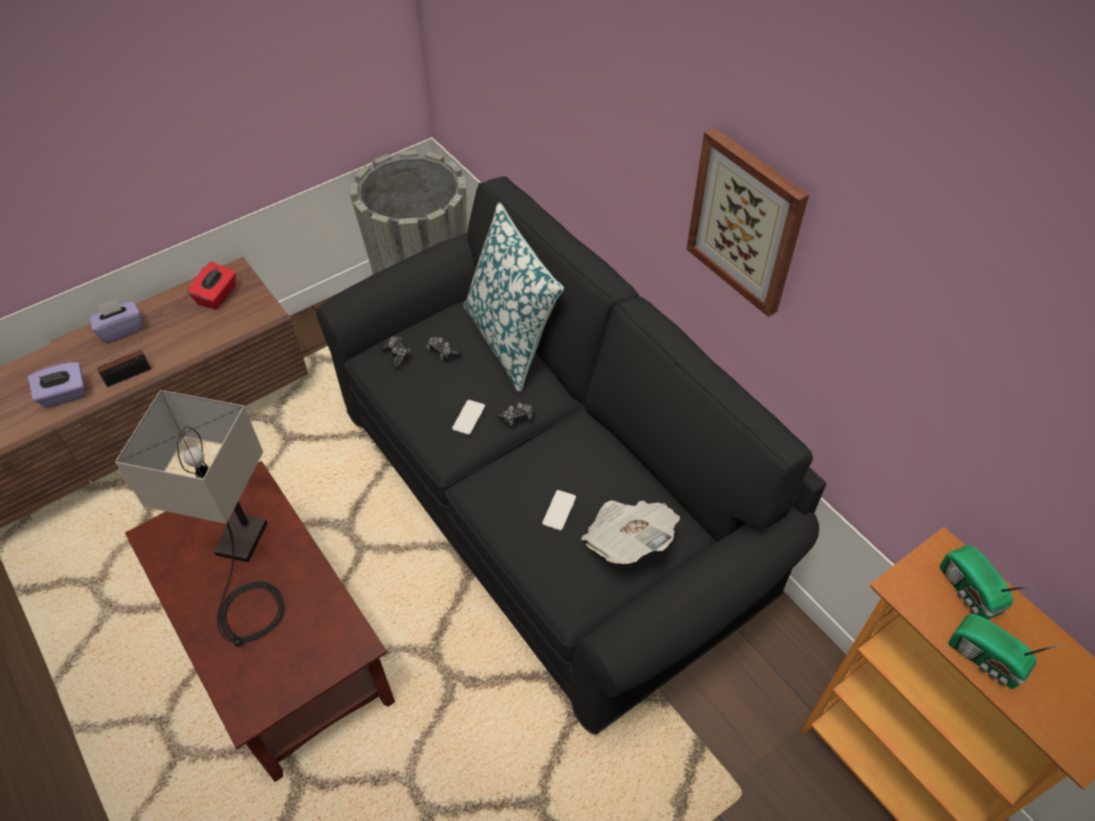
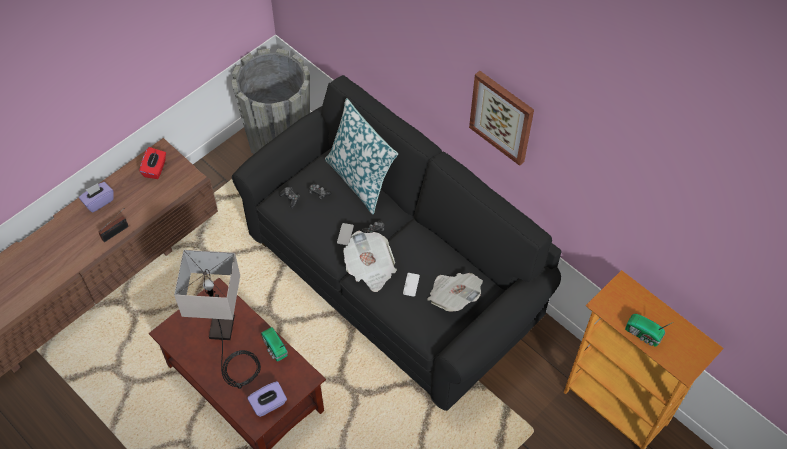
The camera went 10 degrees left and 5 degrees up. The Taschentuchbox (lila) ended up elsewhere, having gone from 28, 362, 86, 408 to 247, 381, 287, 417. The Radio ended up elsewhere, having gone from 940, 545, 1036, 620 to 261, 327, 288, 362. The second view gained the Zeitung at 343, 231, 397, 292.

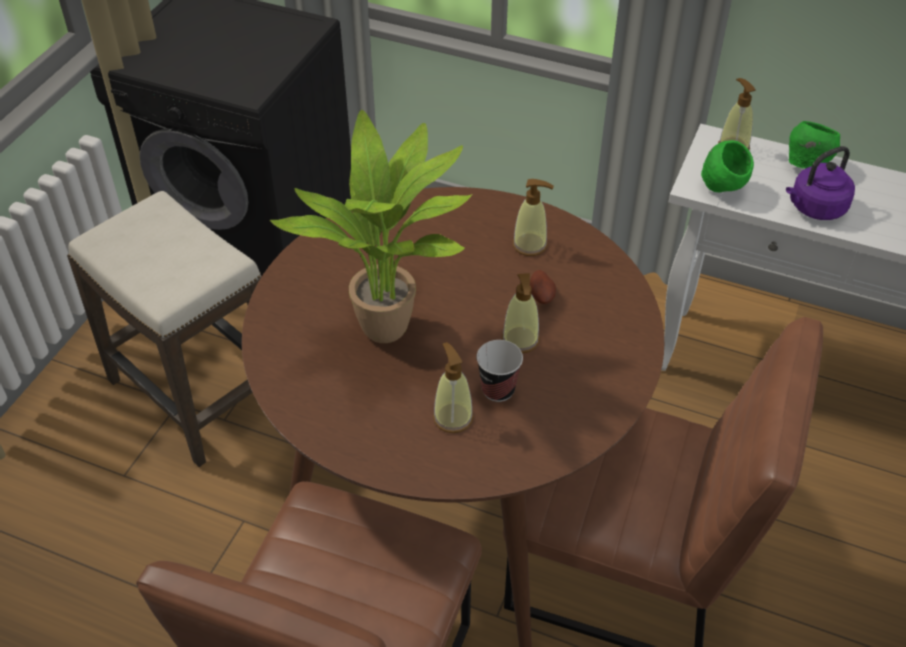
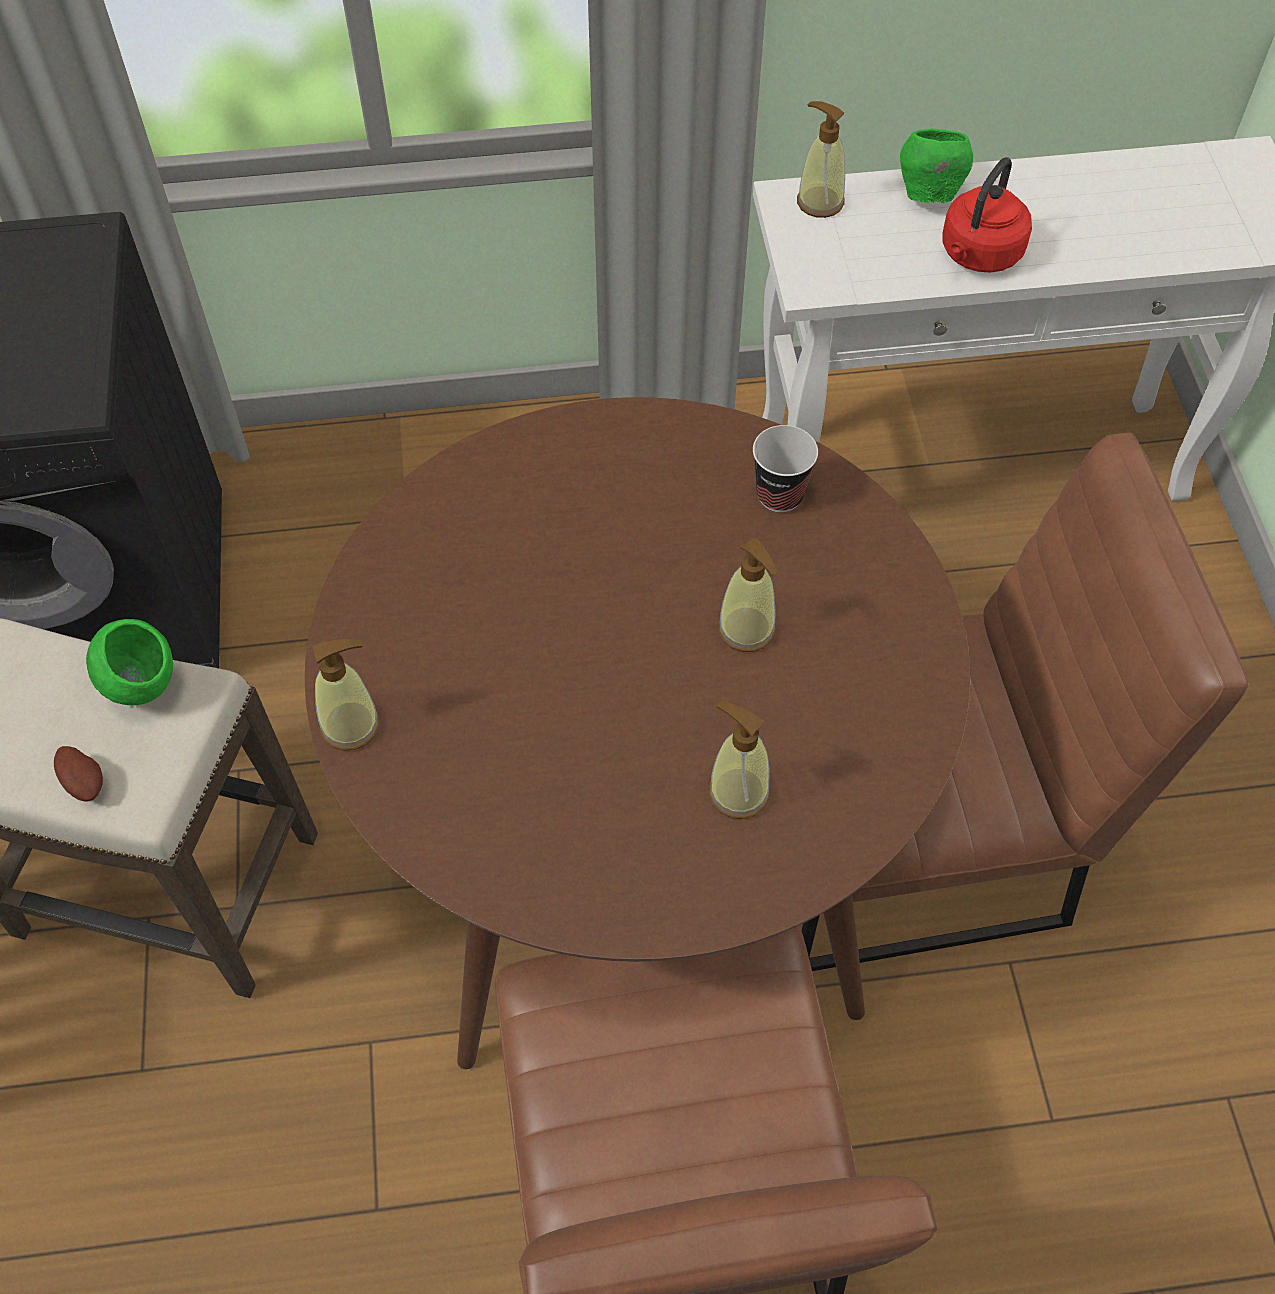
The camera went 30 degrees left and 10 degrees up. The second view lost the Topfpflanze at 270, 110, 473, 343. The Schüssel (grün) ended up elsewhere, having gone from 701, 140, 754, 192 to 86, 619, 173, 705. What was the Wasserkessel (lila) at 786, 146, 855, 220 turned into the Wasserkessel (rot) at 942, 157, 1032, 273. The Seifenspender ended up elsewhere, having gone from 513, 179, 554, 256 to 313, 639, 380, 751. The Kartoffel ended up elsewhere, having gone from 530, 270, 556, 304 to 54, 746, 103, 801. The Tasse ended up elsewhere, having gone from 476, 340, 523, 402 to 753, 425, 818, 512.

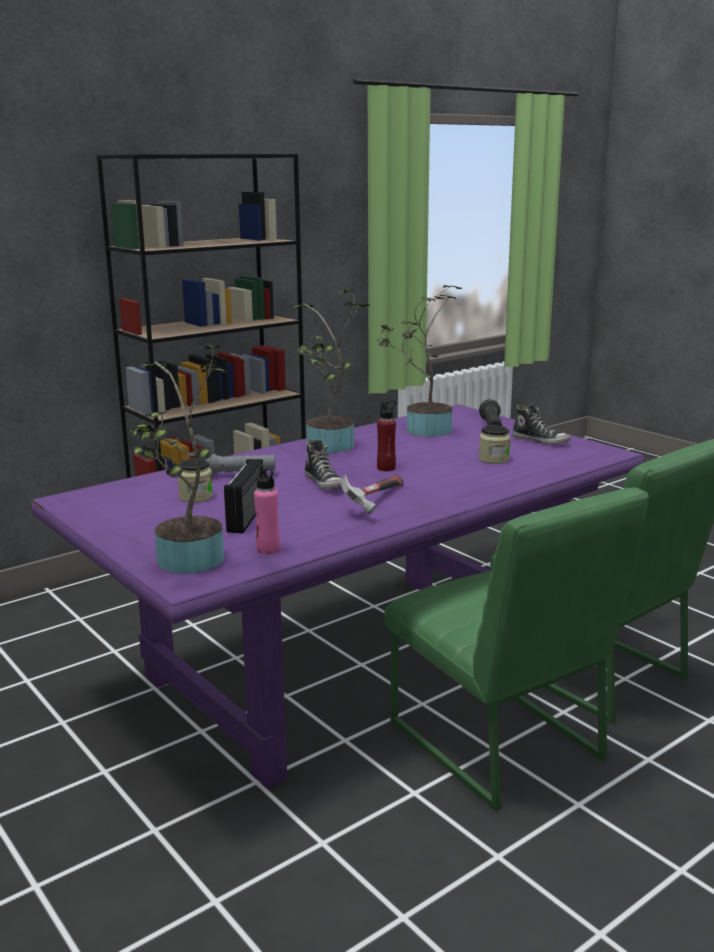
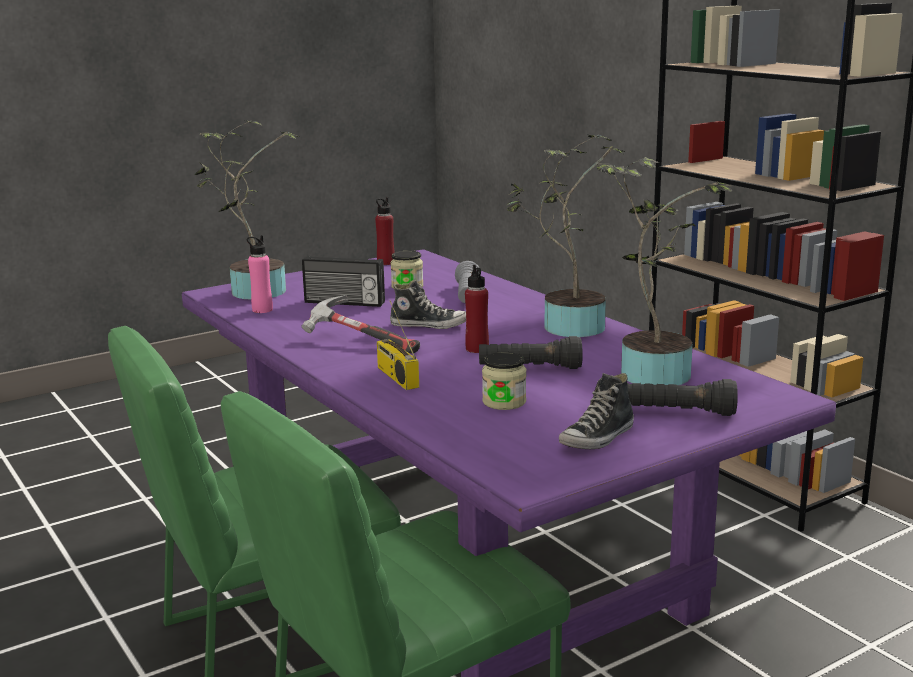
The camera went 95 degrees right and 0 degrees up. The Schuh at 305, 439, 342, 490 ended up facing another way, 150 degrees counterclockwise from before. The second view gained the Flasche (rot) at 375, 197, 395, 265. The second view gained the Radio at 377, 301, 419, 390. The second view gained the Taschenlampe (schwarz) at 479, 336, 583, 369.

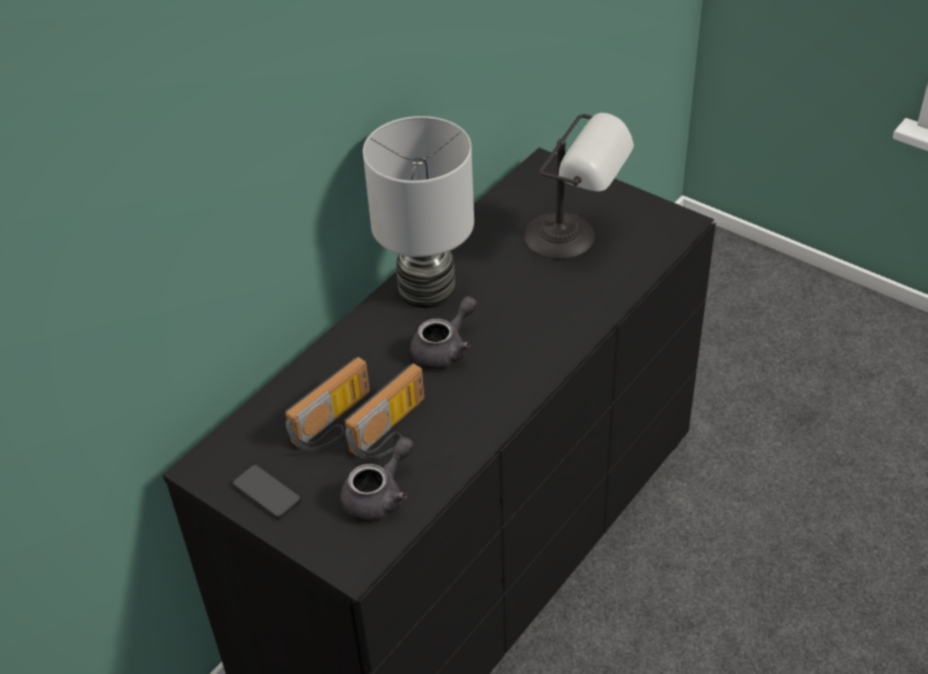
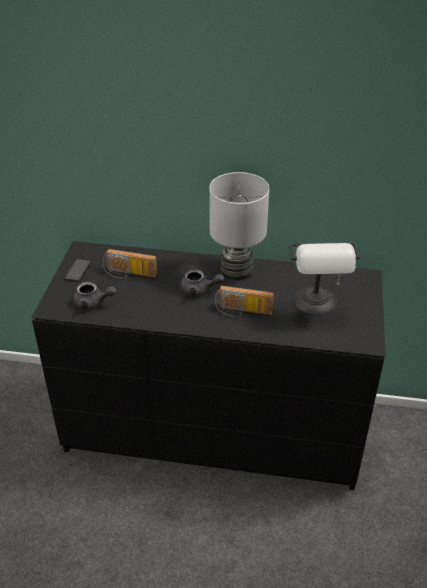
The camera went 60 degrees right and 5 degrees down. The Radio ended up elsewhere, having gone from 344, 363, 424, 460 to 215, 286, 274, 318.

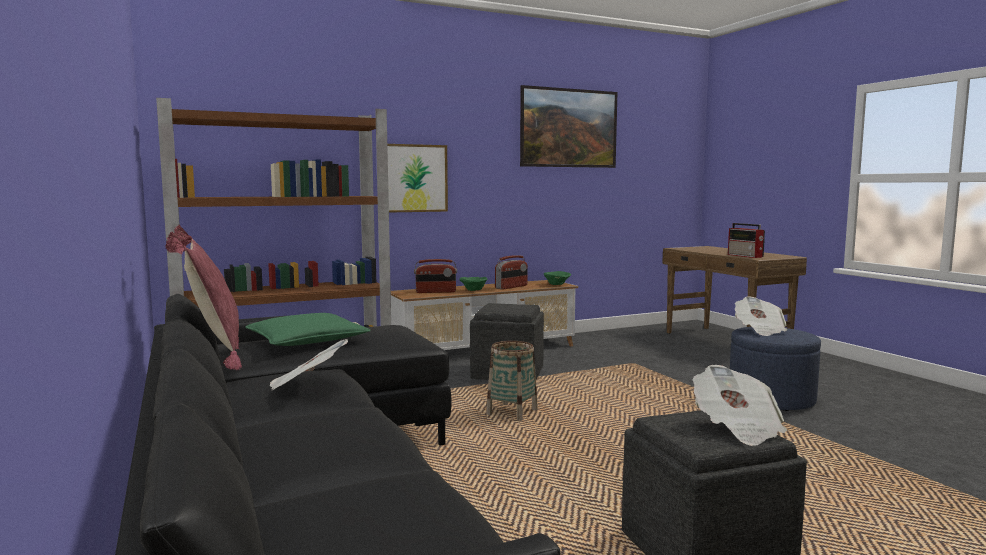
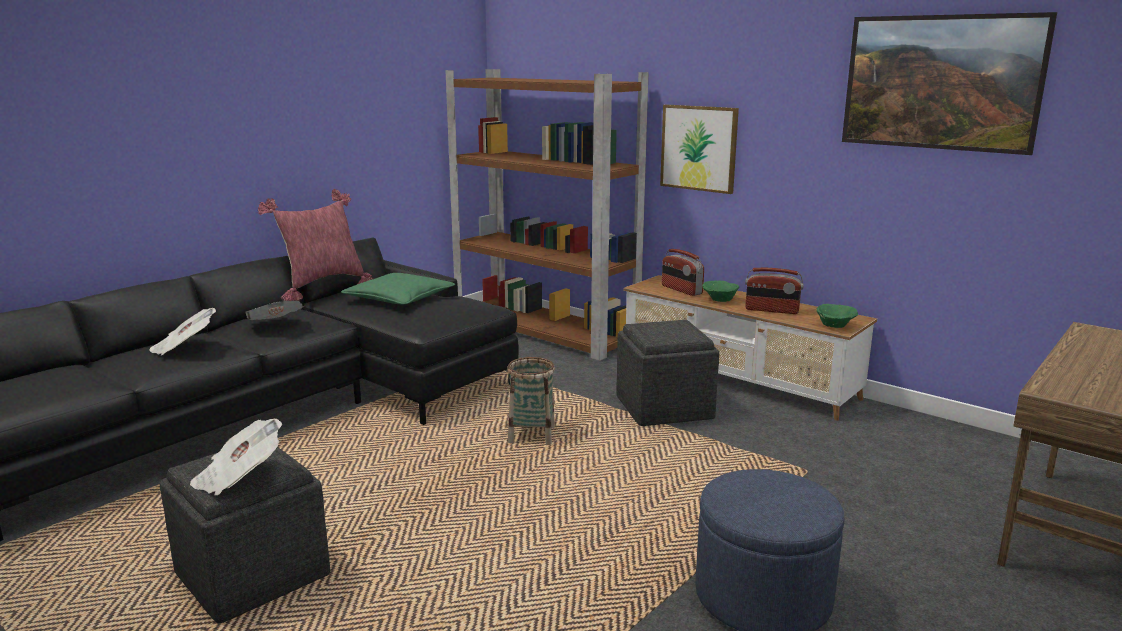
The camera went 65 degrees right and 10 degrees up. The second view lost the Radio at 728, 223, 765, 258. The Zeitung ended up elsewhere, having gone from 735, 297, 787, 336 to 149, 308, 216, 356.

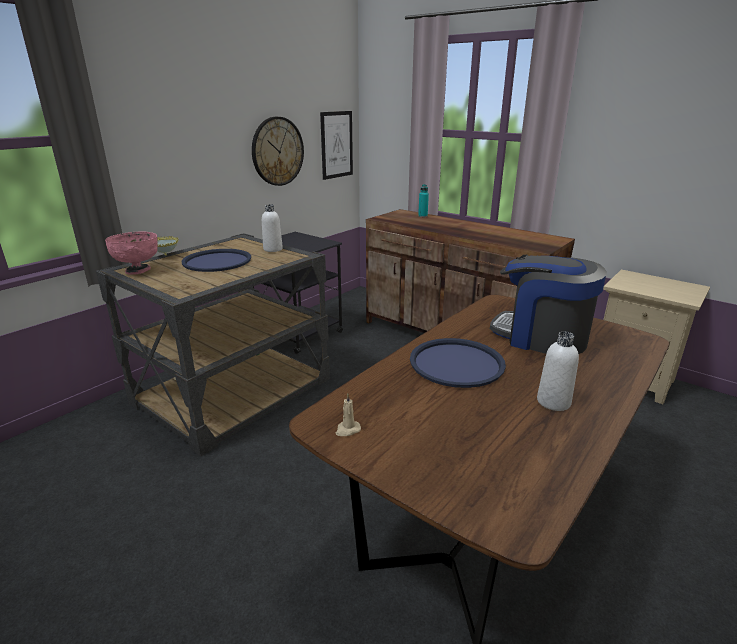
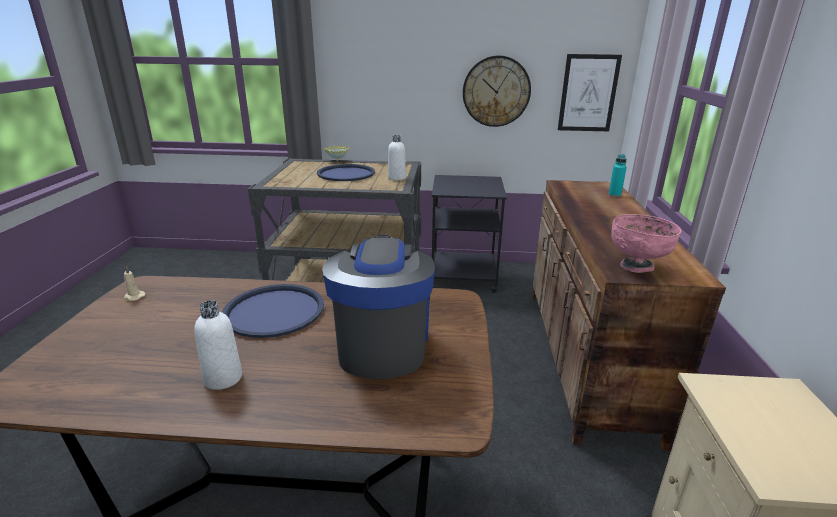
The camera went 55 degrees right and 0 degrees up. The Schüssel (rosa) ended up elsewhere, having gone from 105, 231, 158, 275 to 611, 214, 681, 273.

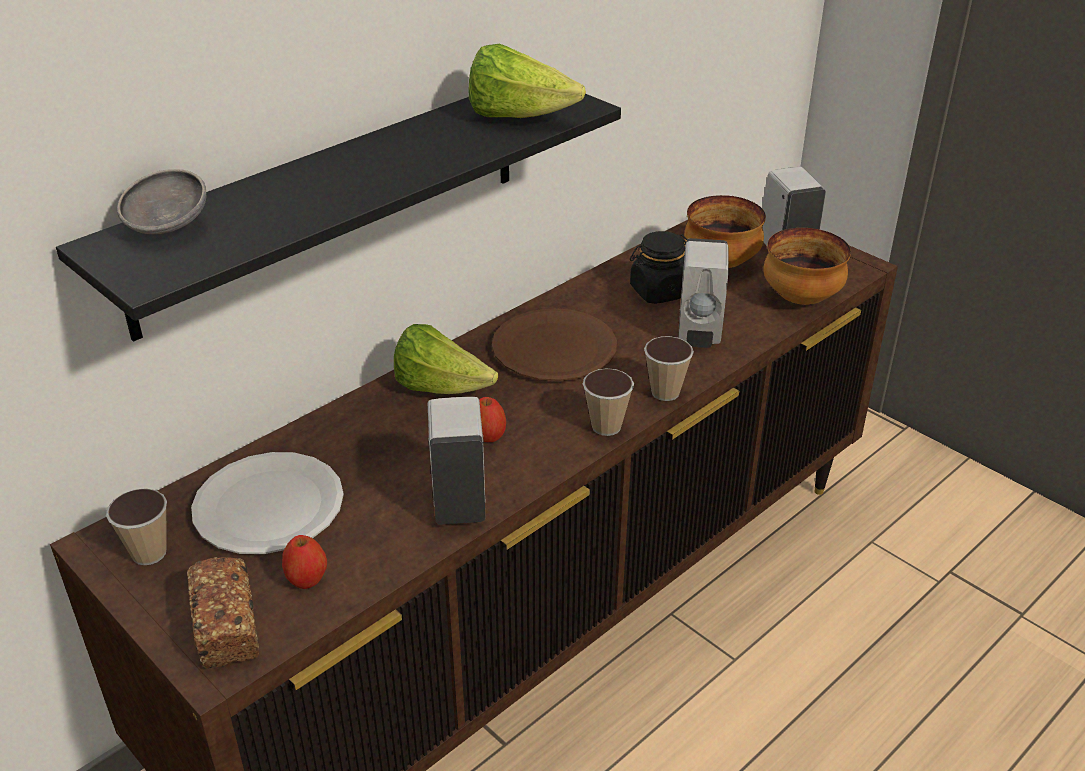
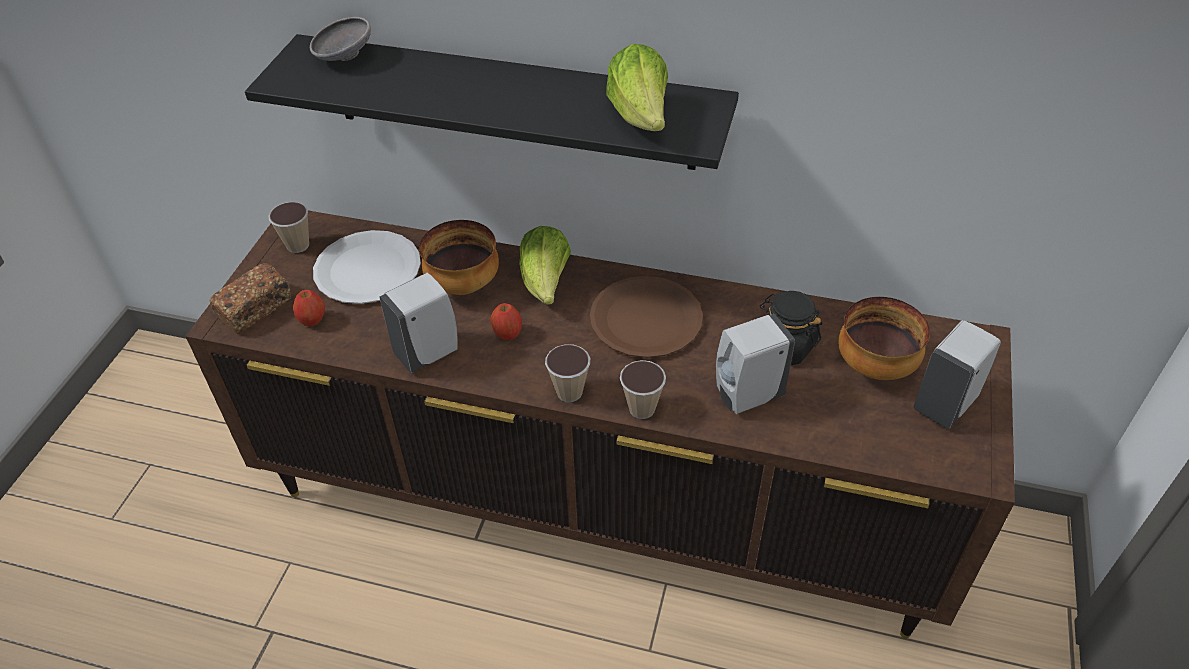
The camera went 60 degrees right and 10 degrees up. The Schüssel ended up elsewhere, having gone from 764, 228, 851, 305 to 419, 220, 499, 295.

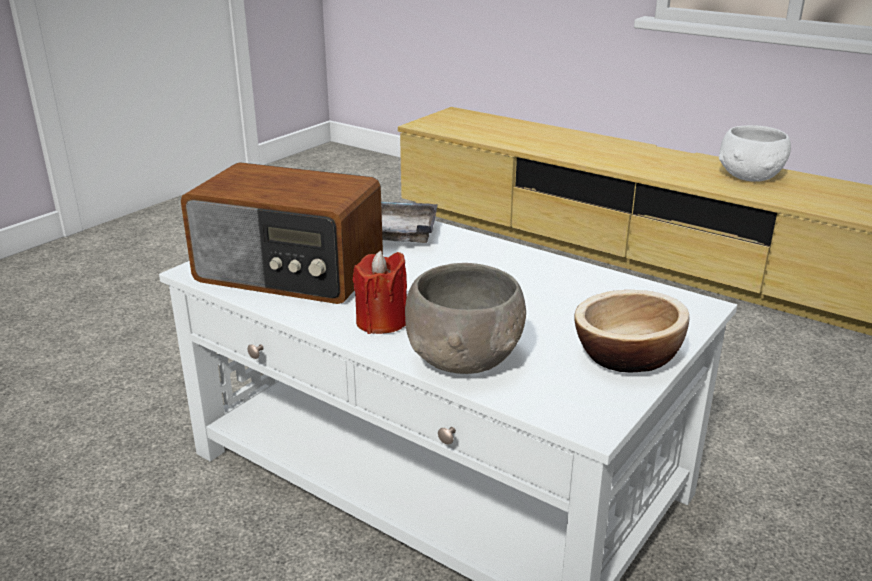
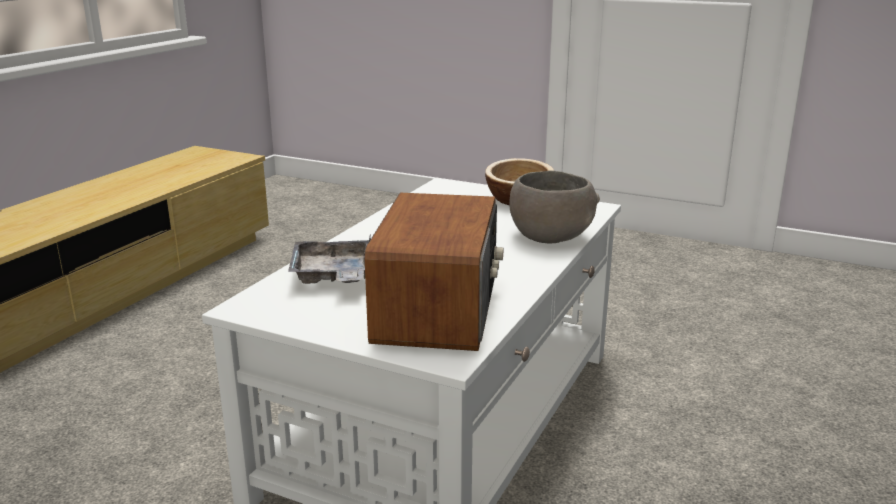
The camera went 100 degrees left and 5 degrees down. The second view lost the Schüssel (weiß) at 719, 125, 791, 182. The second view lost the Kerze (rot) at 353, 250, 407, 334.

